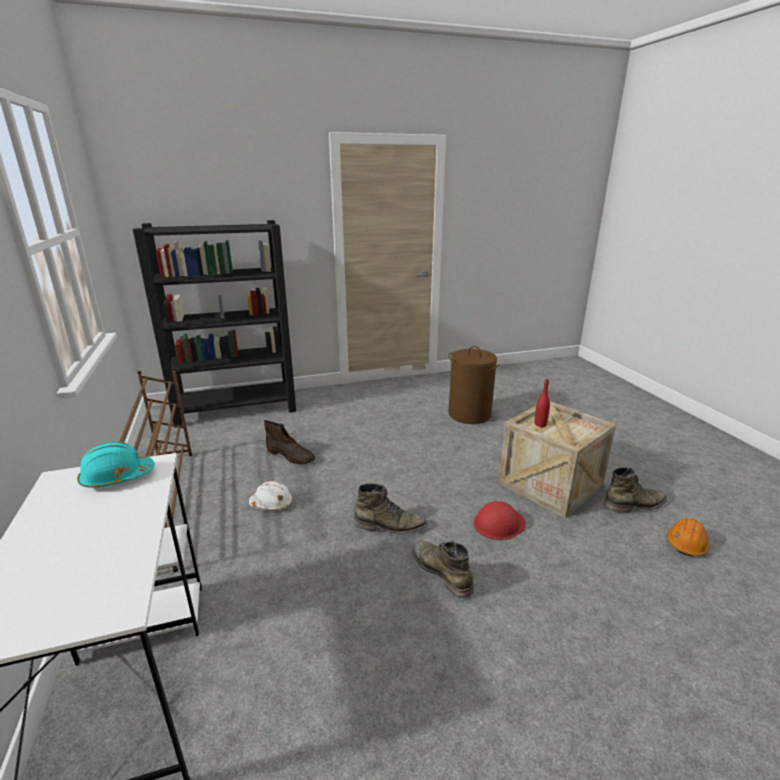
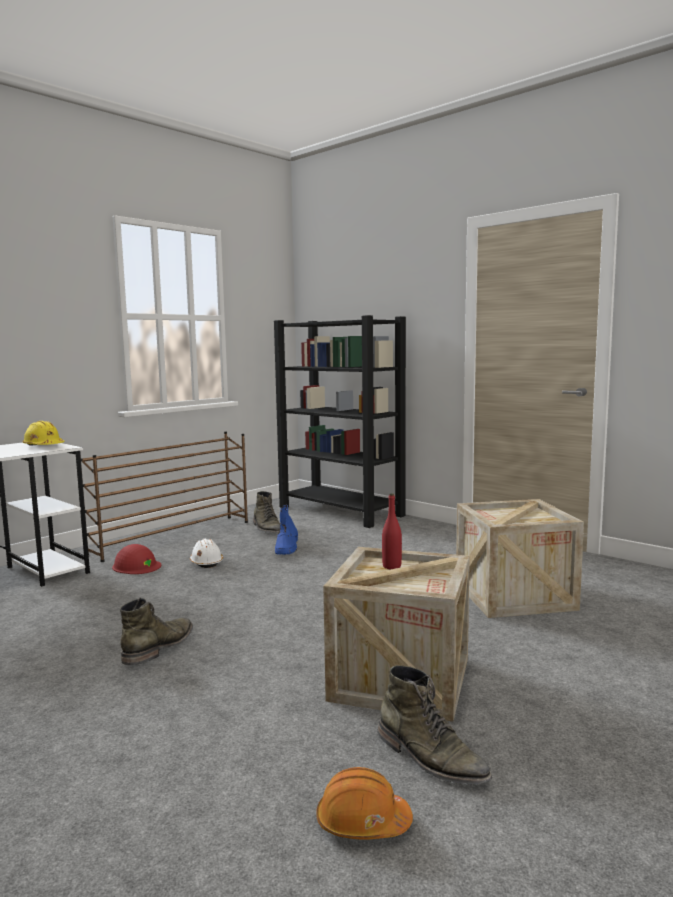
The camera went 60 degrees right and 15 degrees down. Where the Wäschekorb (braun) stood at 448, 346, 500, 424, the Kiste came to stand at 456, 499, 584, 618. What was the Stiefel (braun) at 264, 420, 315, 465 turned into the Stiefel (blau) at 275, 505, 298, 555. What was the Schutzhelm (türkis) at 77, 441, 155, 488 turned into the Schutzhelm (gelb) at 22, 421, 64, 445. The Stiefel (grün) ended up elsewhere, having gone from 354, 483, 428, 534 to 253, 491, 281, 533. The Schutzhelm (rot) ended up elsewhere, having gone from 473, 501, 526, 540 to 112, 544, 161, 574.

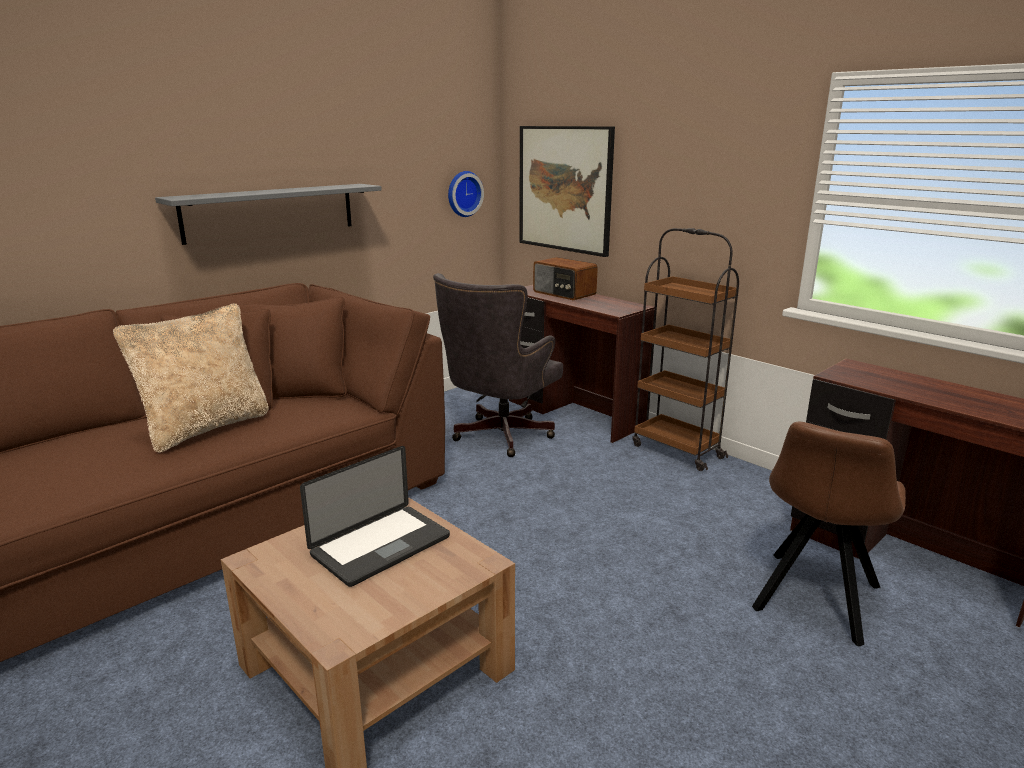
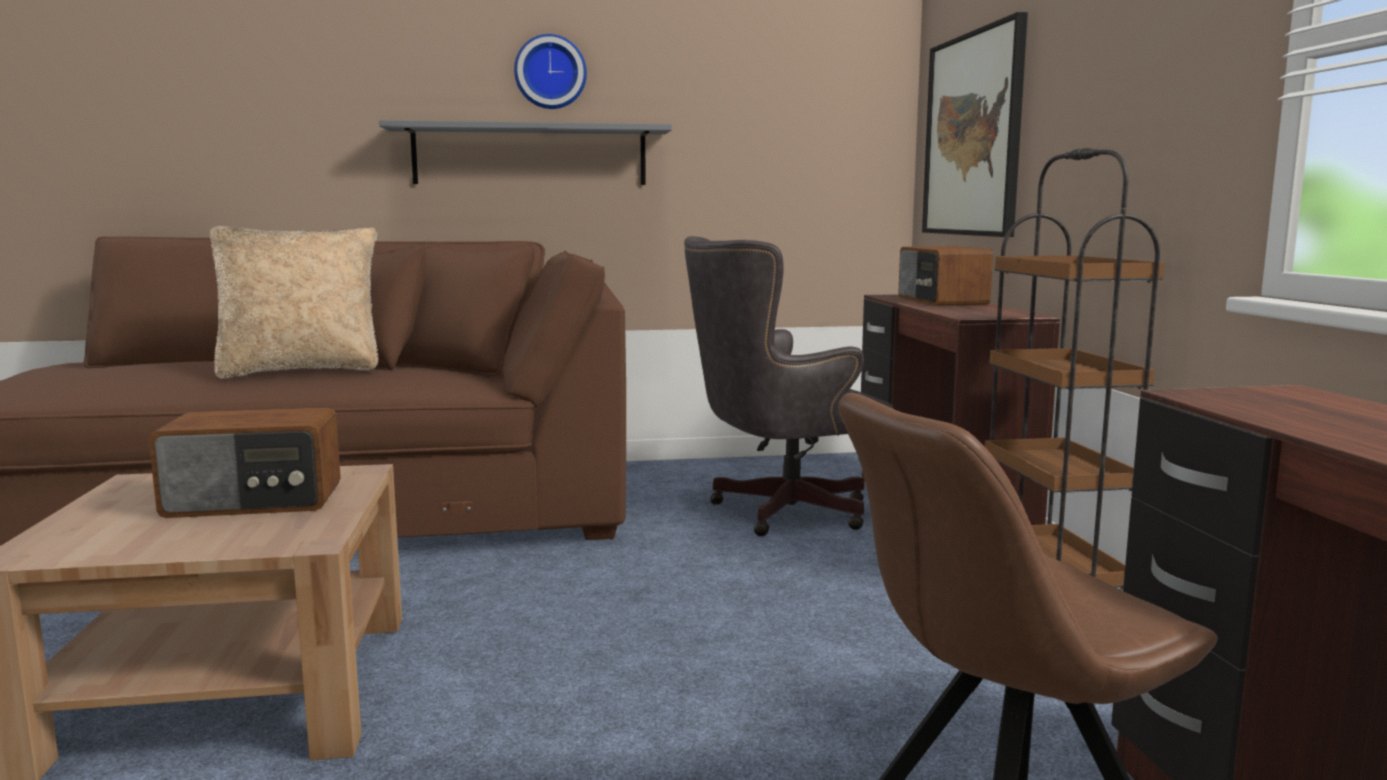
The camera went 35 degrees right and 10 degrees down. The Wanduhr ended up elsewhere, having gone from 448, 171, 484, 217 to 514, 34, 587, 109. Where the Laptop stood at 300, 446, 450, 587, the Radio came to stand at 149, 407, 341, 518.

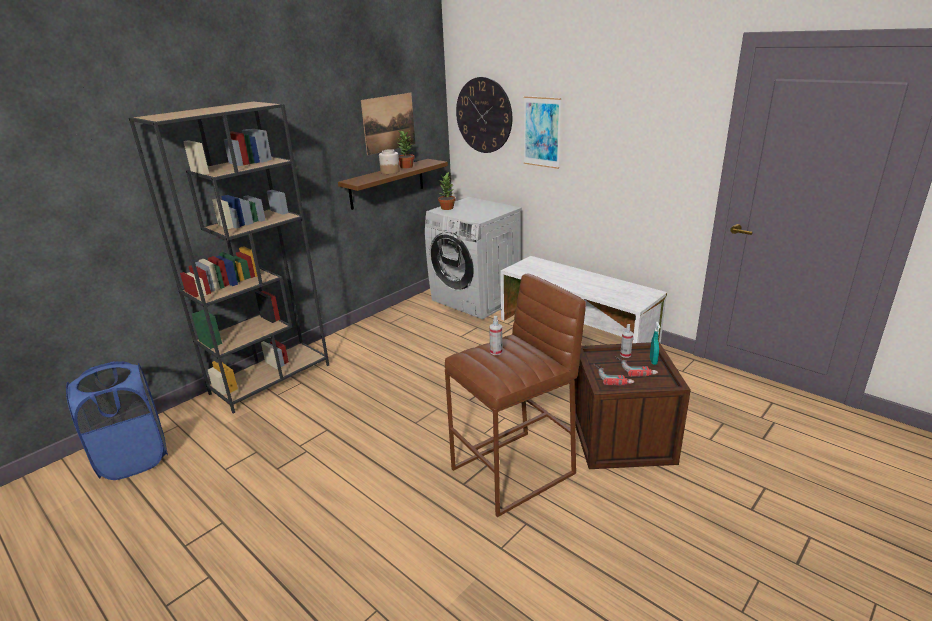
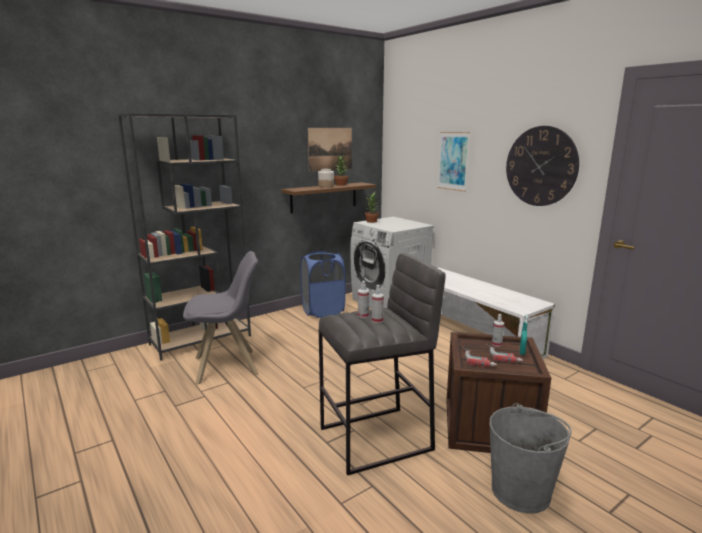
The camera went 10 degrees right and 10 degrees down. The Wanduhr ended up elsewhere, having gone from 456, 77, 512, 153 to 506, 126, 579, 206. What was the Hocker (braun) at 445, 274, 586, 517 turned into the Hocker (grau) at 319, 253, 446, 476. The Wäschekorb (blau) ended up elsewhere, having gone from 66, 361, 168, 480 to 301, 251, 345, 318. The second view gained the Stuhl (grau) at 183, 251, 258, 384. The second view gained the Sprühflasche at 372, 285, 384, 323. The second view gained the Eimer (grau) at 490, 403, 571, 514.

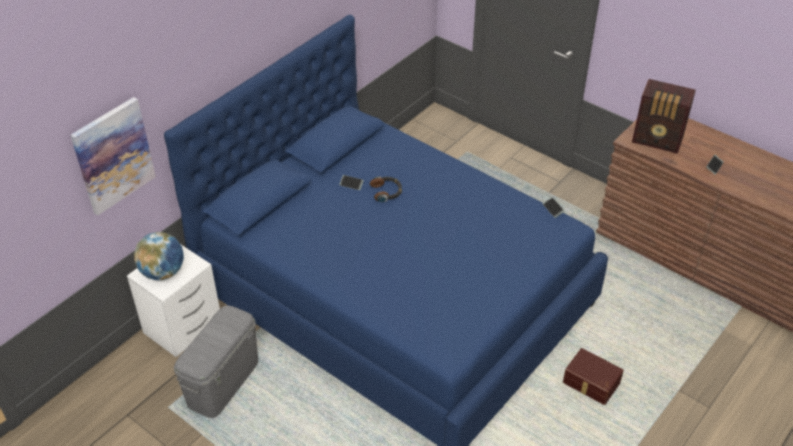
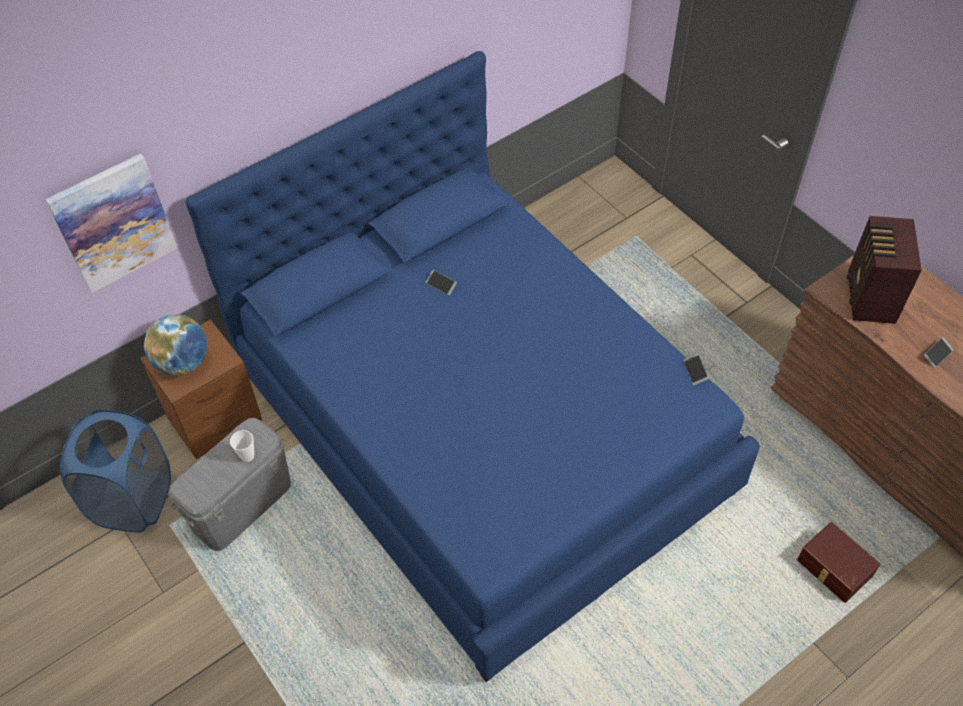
The camera went 15 degrees right and 10 degrees up. The Radio at 632, 79, 696, 154 ended up facing another way, 60 degrees clockwise from before. The second view lost the Kopfhörer at 370, 177, 402, 202. What was the Nachttisch (weiß) at 127, 245, 220, 357 turned into the Nachttisch (braun) at 140, 319, 262, 459. The Aufbewahrungsbox (braun) ended up elsewhere, having gone from 563, 348, 624, 405 to 797, 522, 880, 603. The second view gained the Wäschekorb (blau) at 60, 410, 171, 532. The second view gained the Tasse at 230, 430, 255, 462.

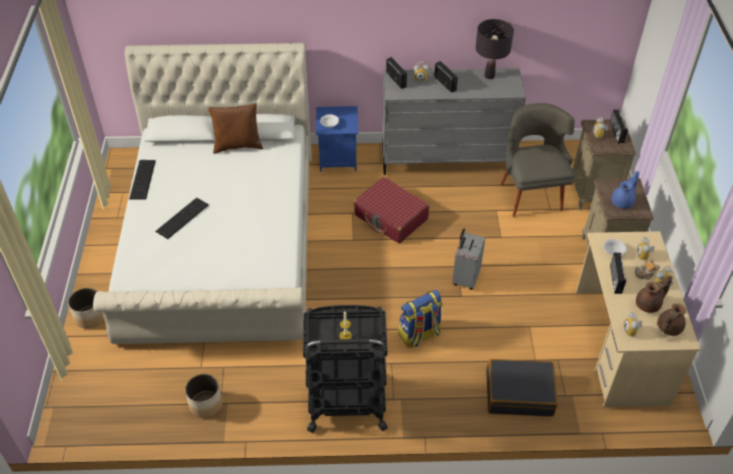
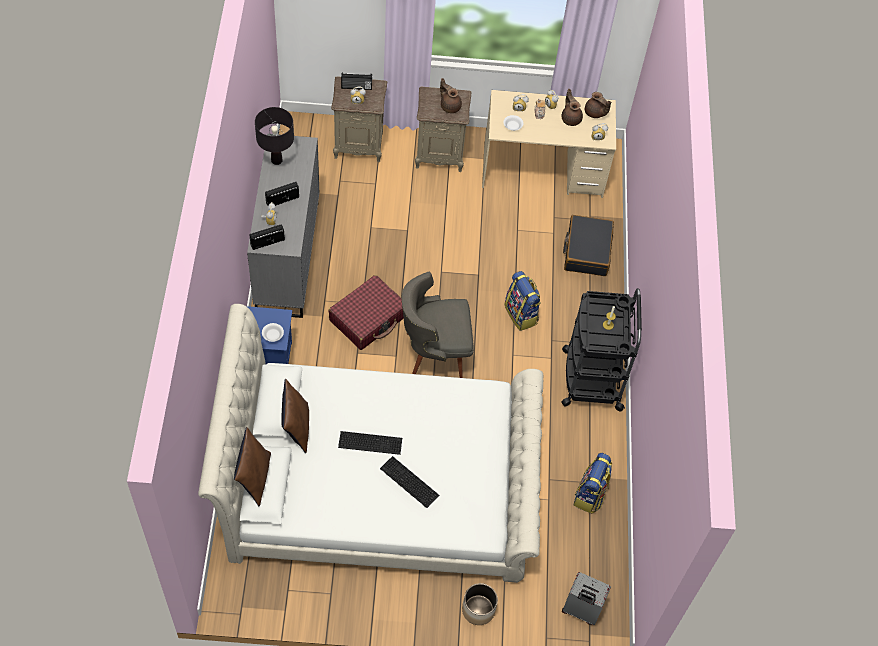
The camera went 90 degrees left and 10 degrees up. The Stuhl (grau) ended up elsewhere, having gone from 500, 103, 575, 217 to 402, 272, 474, 378. The Tastatur ended up elsewhere, having gone from 129, 160, 156, 200 to 338, 431, 402, 455. What was the Teekanne (blau) at 612, 171, 639, 209 turned into the Teekanne (braun) at 440, 78, 462, 113. The Koffer (grau) ended up elsewhere, having gone from 452, 229, 485, 290 to 562, 572, 611, 625. The second view lost the Radio at 610, 252, 626, 294. Where the Pflanzkübel stood at 185, 374, 223, 418, the Rucksack came to stand at 574, 453, 612, 514. The second view gained the Kissen (braun) at 234, 427, 271, 506.

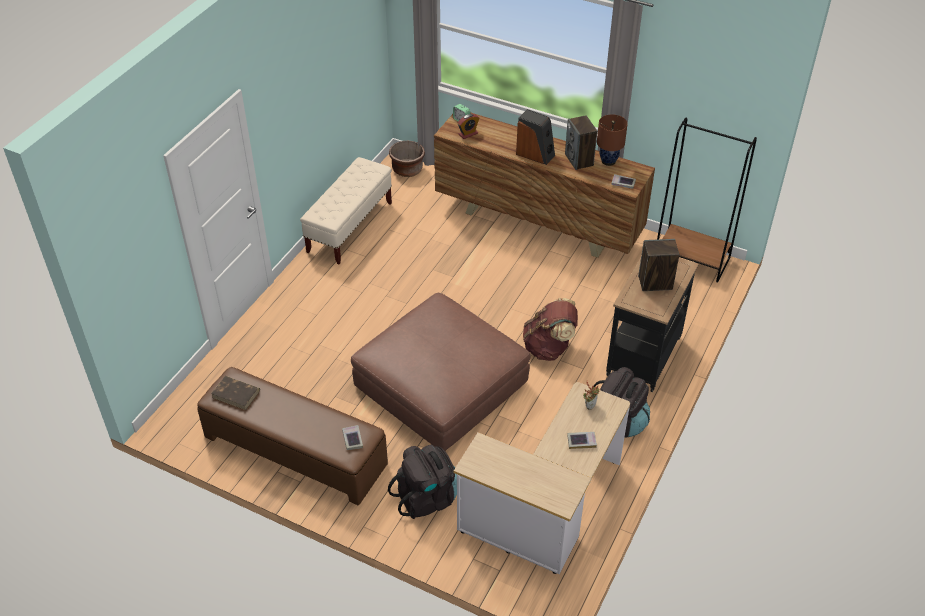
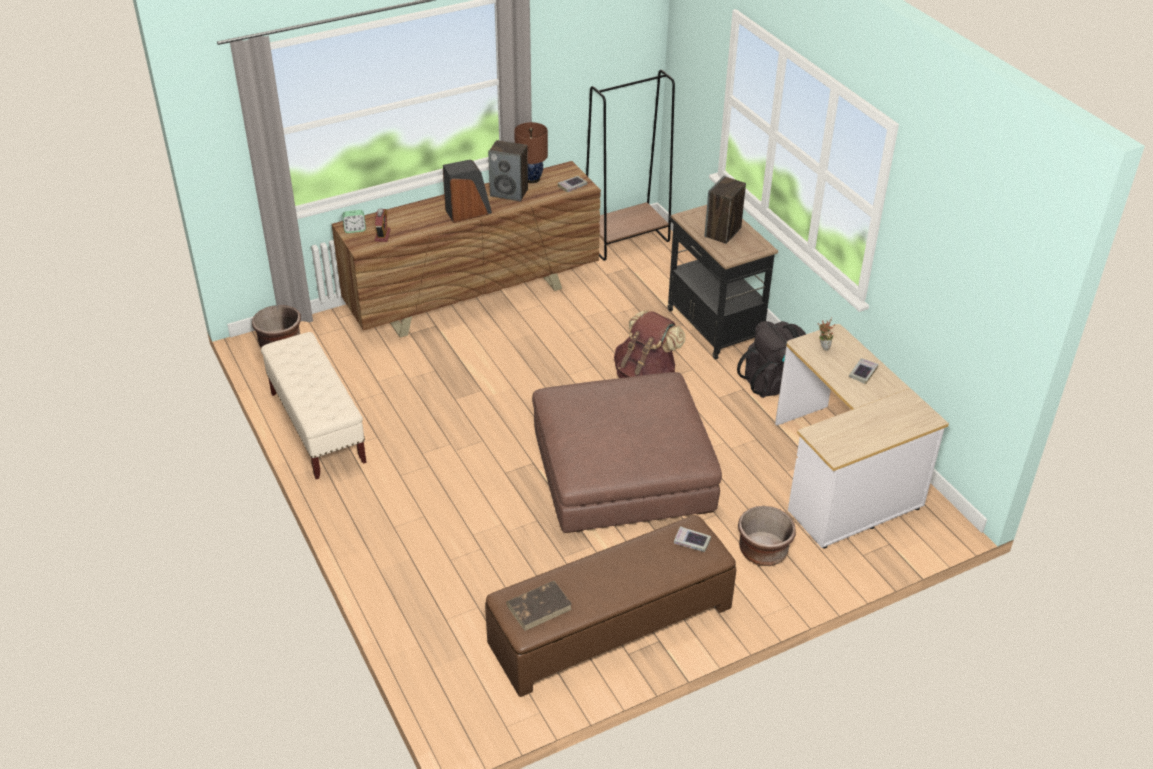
The camera went 55 degrees left and 5 degrees down. Where the Rucksack (schwarz) stood at 388, 445, 457, 519, the Pflanzkübel (braun) came to stand at 738, 506, 796, 566.

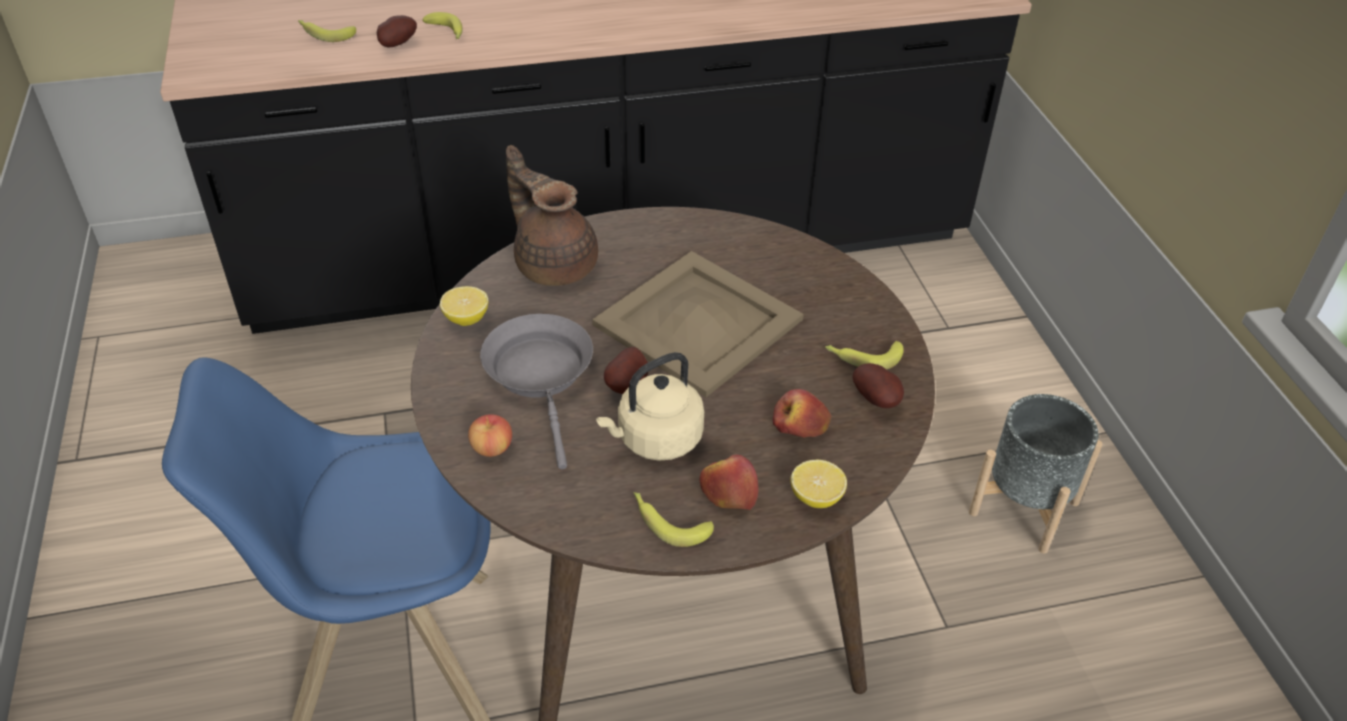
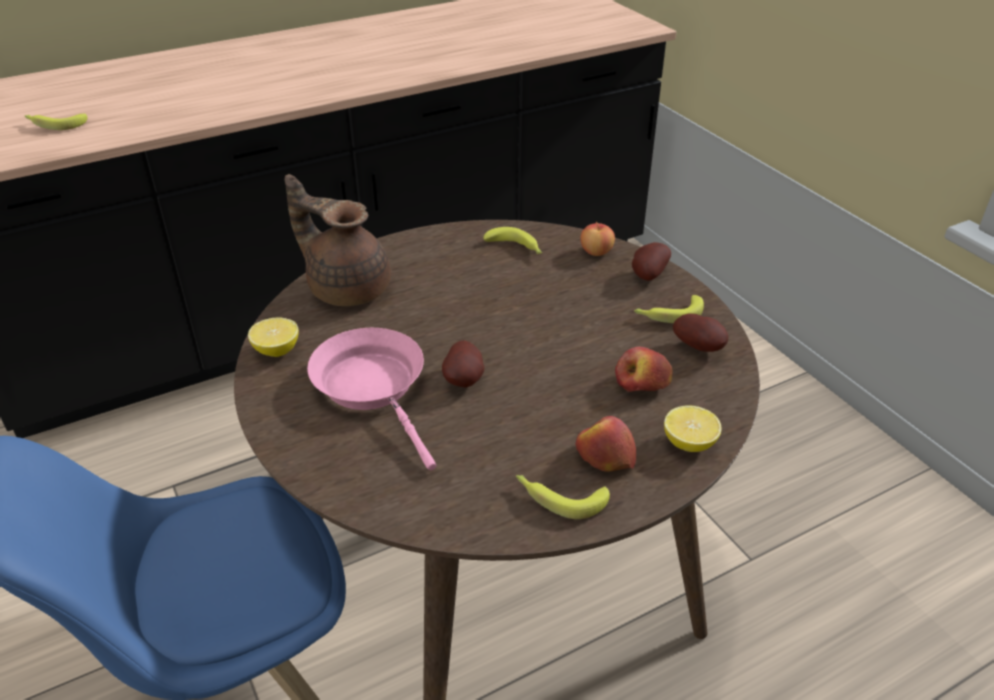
The camera went 15 degrees left and 5 degrees down. The Banane ended up elsewhere, having gone from 422, 12, 463, 39 to 483, 227, 542, 254. The Kartoffel ended up elsewhere, having gone from 377, 15, 417, 48 to 632, 242, 671, 281. The second view lost the Tablett (beige) at 592, 251, 804, 397. What was the Pfanne (grau) at 480, 314, 593, 469 turned into the Pfanne (rosa) at 307, 328, 436, 470. The second view lost the Wasserkessel (beige) at 596, 352, 704, 461. The second view lost the Pflanzkübel (grau) at 969, 394, 1103, 554. The Apfel ended up elsewhere, having gone from 468, 414, 512, 457 to 580, 222, 615, 256.

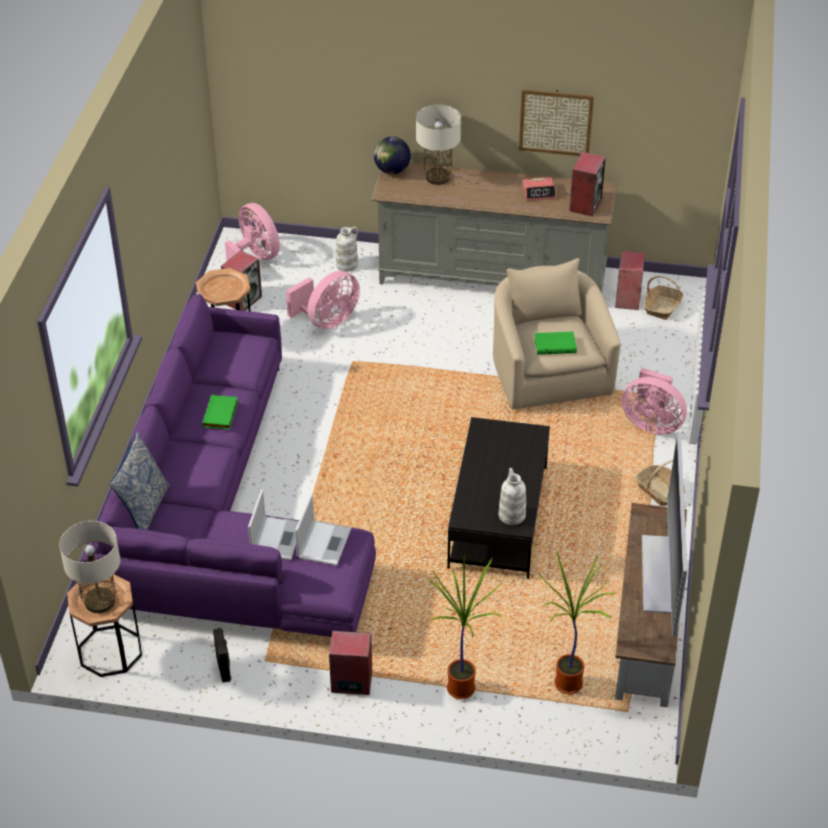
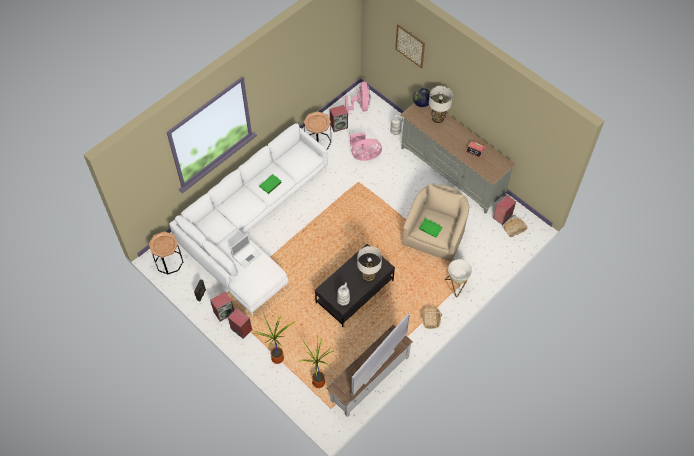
The camera went 35 degrees right and 15 degrees up. The Bild ended up elsewhere, having gone from 519, 89, 594, 156 to 395, 24, 425, 69. The Lautsprecher ended up elsewhere, having gone from 570, 152, 606, 217 to 210, 292, 234, 322. What was the Sofa (lila) at 82, 294, 376, 637 turned into the Sofa (weiß) at 169, 123, 327, 315. Where the Ventilator (rosa) stood at 622, 368, 687, 435, the Pflanzkübel came to stand at 445, 259, 472, 297. The second view lost the Kissen at 110, 432, 170, 530. The second view lost the Laptop at 295, 494, 351, 566. The Tischlampe ended up elsewhere, having gone from 59, 521, 120, 613 to 357, 246, 382, 282.

